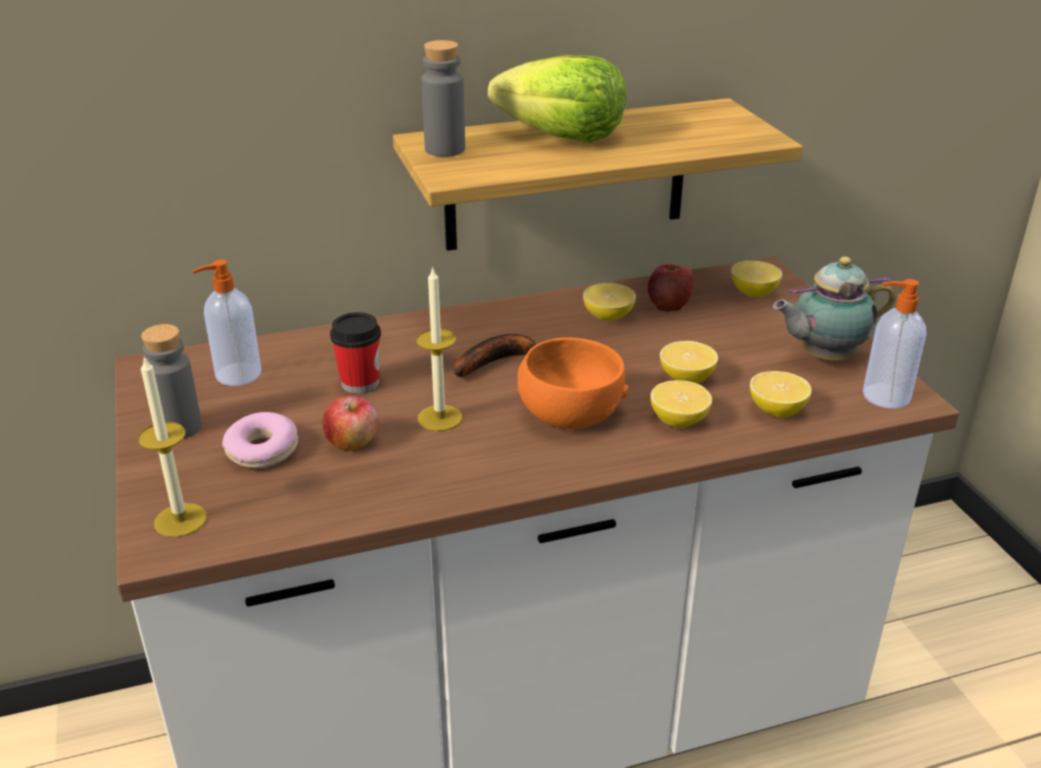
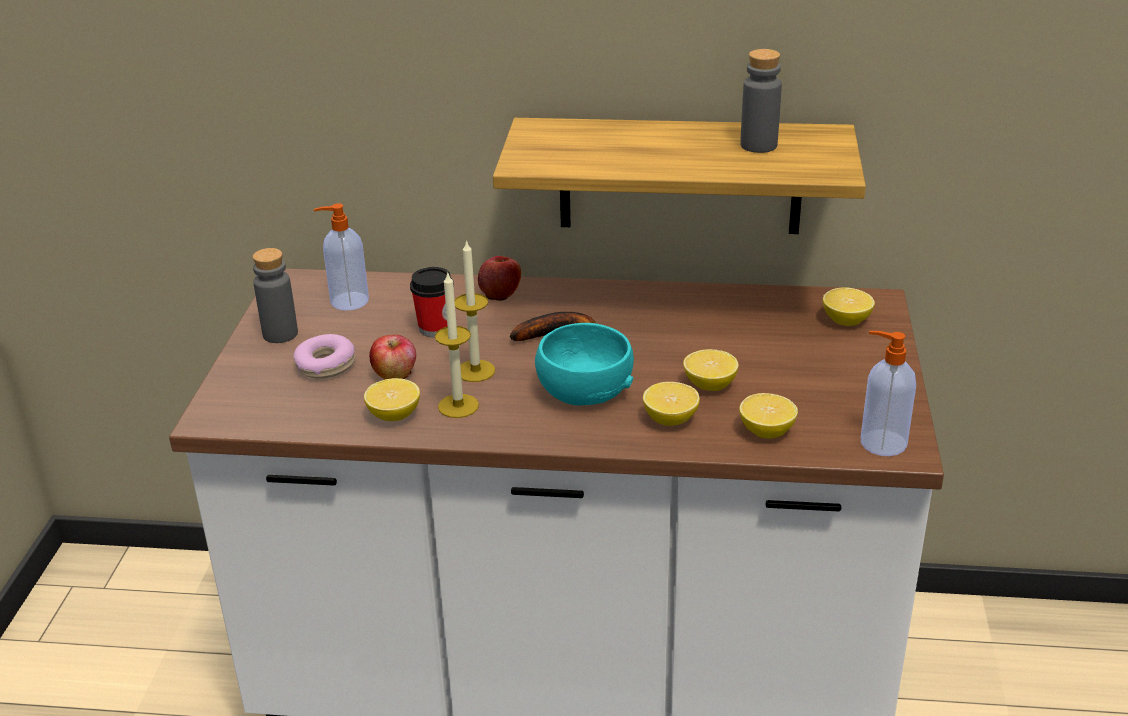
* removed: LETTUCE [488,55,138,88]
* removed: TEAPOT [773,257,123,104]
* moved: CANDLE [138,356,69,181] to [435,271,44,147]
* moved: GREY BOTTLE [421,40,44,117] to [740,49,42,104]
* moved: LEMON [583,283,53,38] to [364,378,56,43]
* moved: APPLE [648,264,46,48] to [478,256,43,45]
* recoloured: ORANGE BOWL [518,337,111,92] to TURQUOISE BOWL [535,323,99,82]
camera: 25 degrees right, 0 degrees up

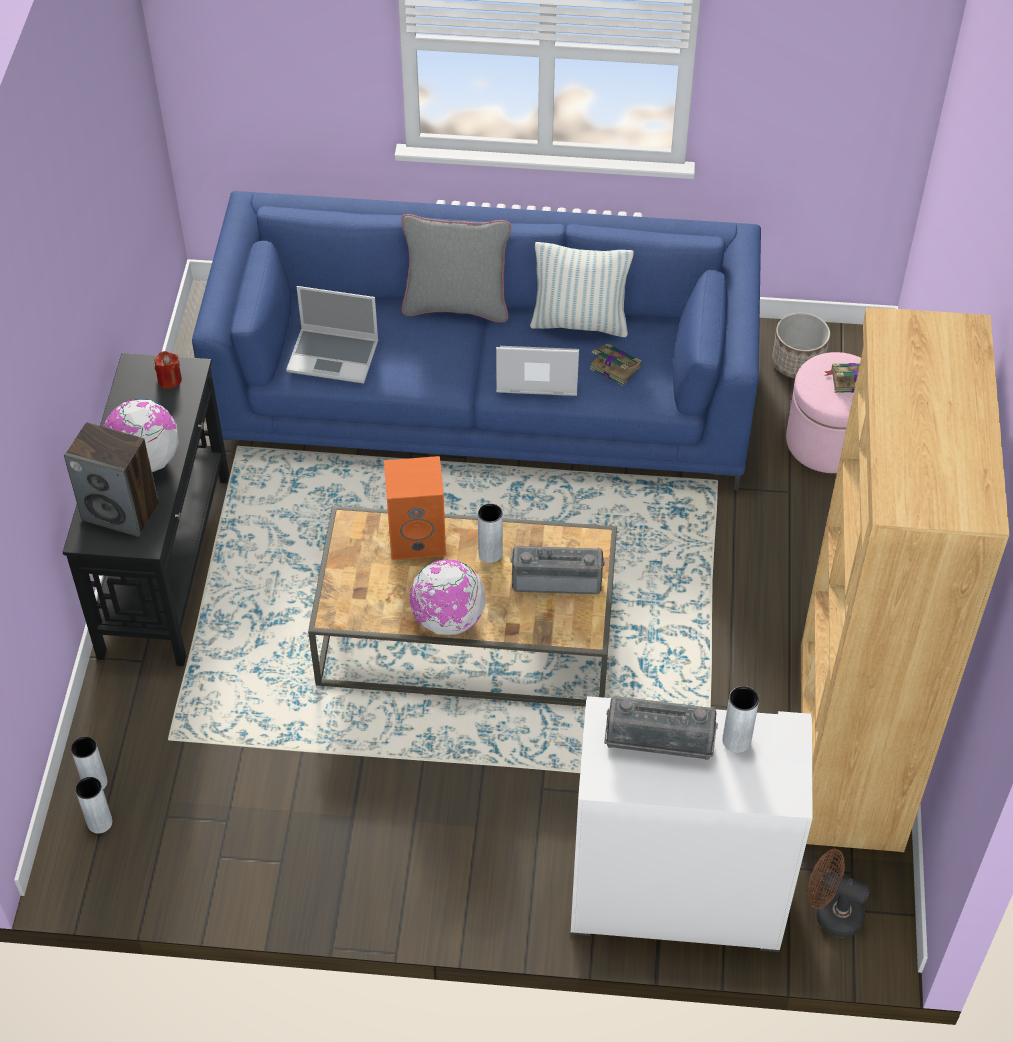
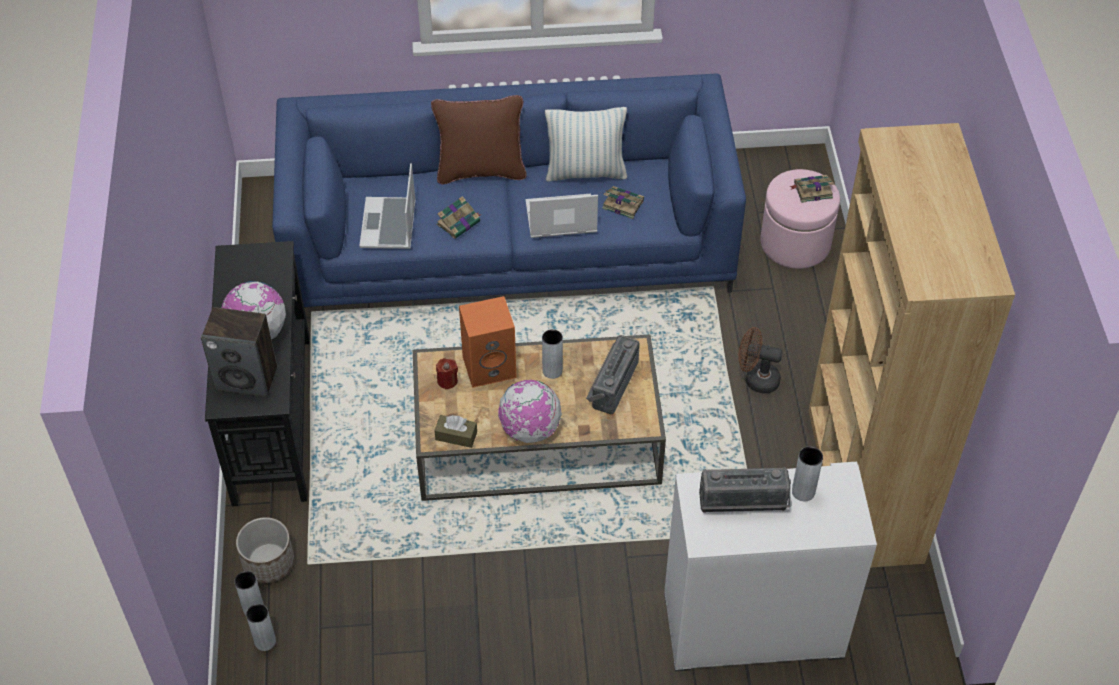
* added: BROWN TISSUE BOX [434,415,43,33]
* added: BOOK [436,196,46,43]
* moved: RED CANDLE [154,351,28,38] to [436,358,22,31]
* moved: PLANTER [772,312,58,66] to [236,517,58,66]
* moved: BROWN FAN [808,849,62,89] to [738,327,45,66]
* recoloured: GREY PILLOW [401,214,110,109] to BROWN PILLOW [431,95,96,89]
* turned: LAPTOP [286,286,93,97] = [359,163,57,86] 90 degrees clockwise
* turned: RADIO [510,545,95,49] = [586,335,54,79] 60 degrees counterclockwise
camera: 10 degrees left, 0 degrees up

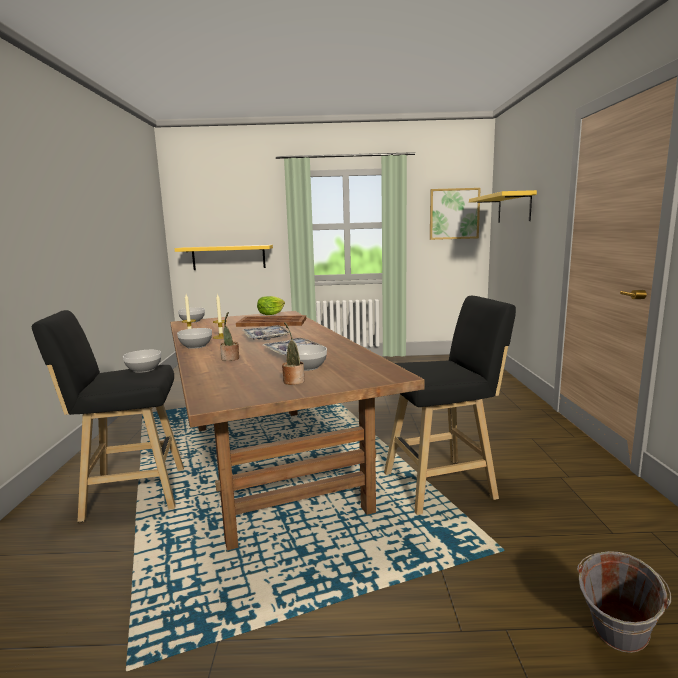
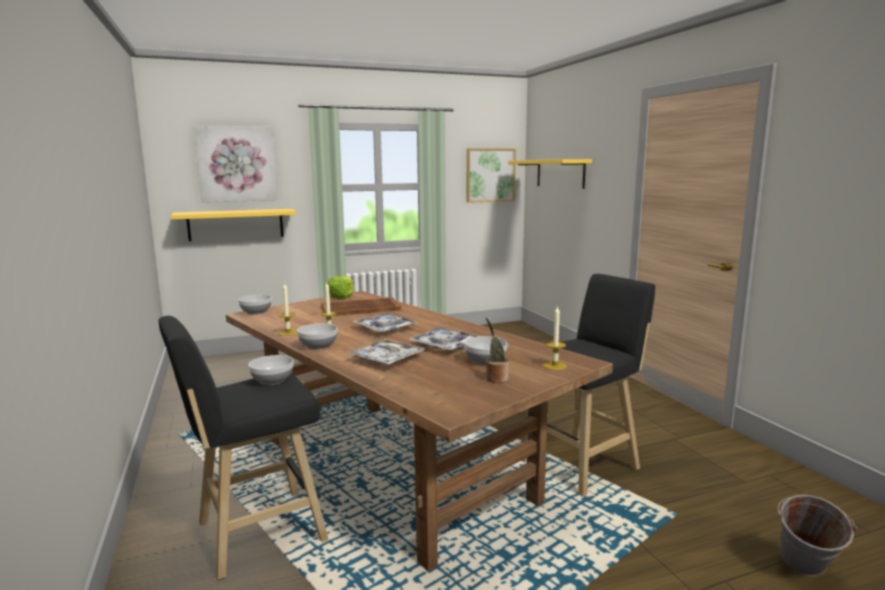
* added: PICTURE [193,125,85,77]
* added: CANDLE [543,305,24,65]
* replaced: POTTED PLANT [220,312,19,49] to TRAY [347,339,78,26]
camera: 20 degrees left, 0 degrees up

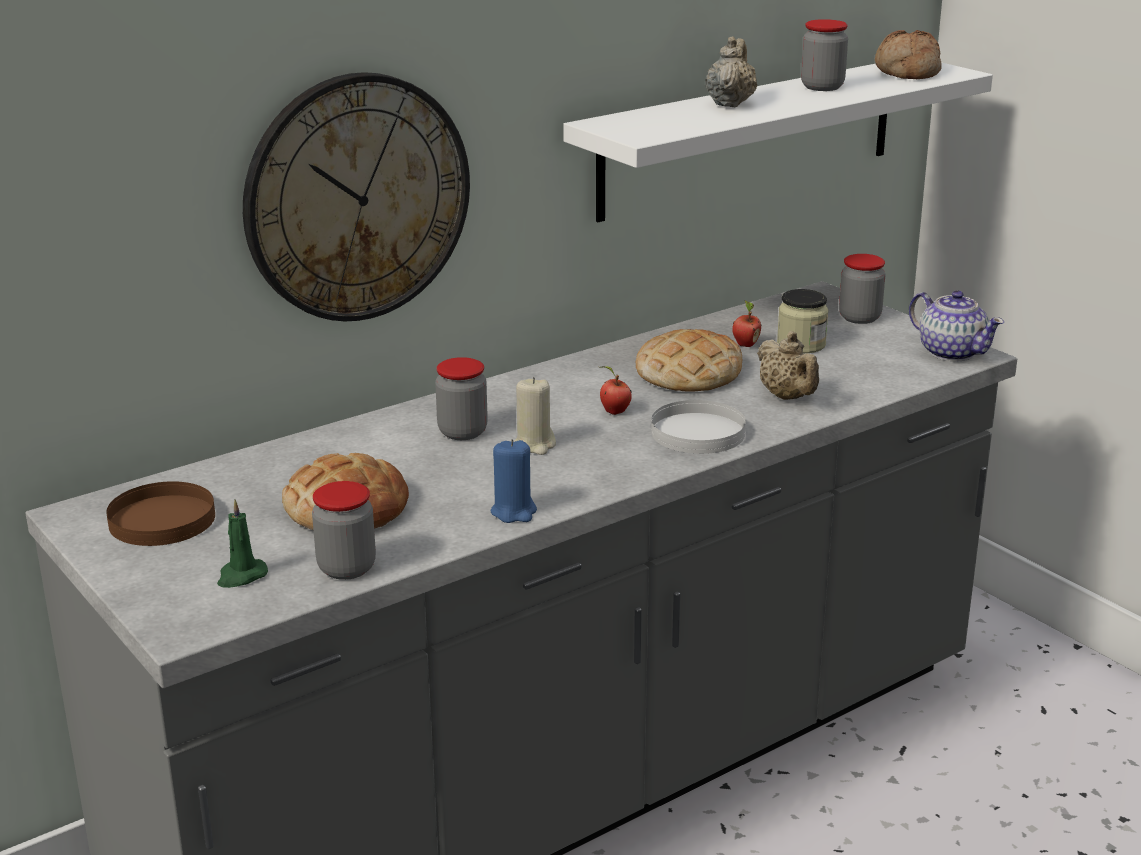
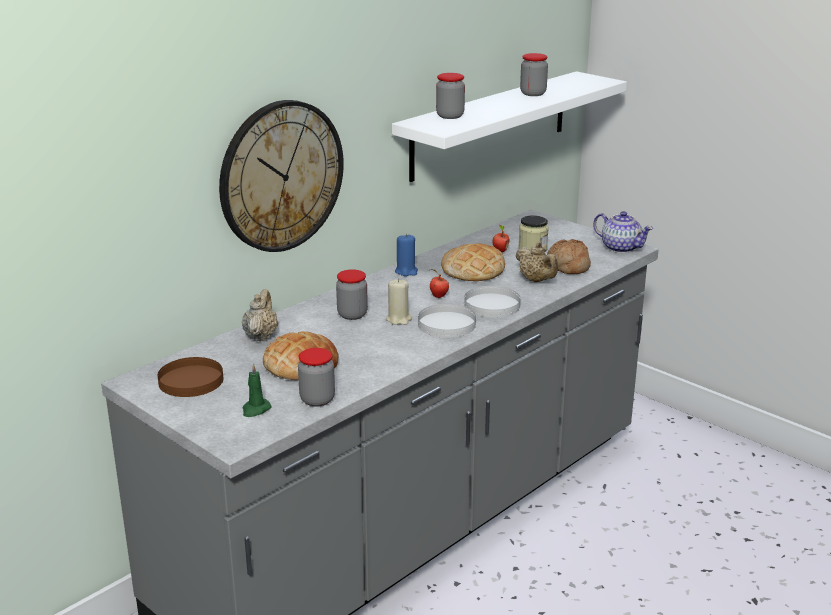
* added: WHITE PLATE [418,304,58,34]
* moved: BLUE CANDLE [491,439,46,84] to [395,234,23,42]
* moved: BEIGE TEAPOT [705,36,52,71] to [242,289,37,52]
* moved: JAR [839,254,46,70] to [436,73,29,46]
* moved: BREAD [875,30,67,49] to [547,239,44,35]
camera: 10 degrees left, 0 degrees up

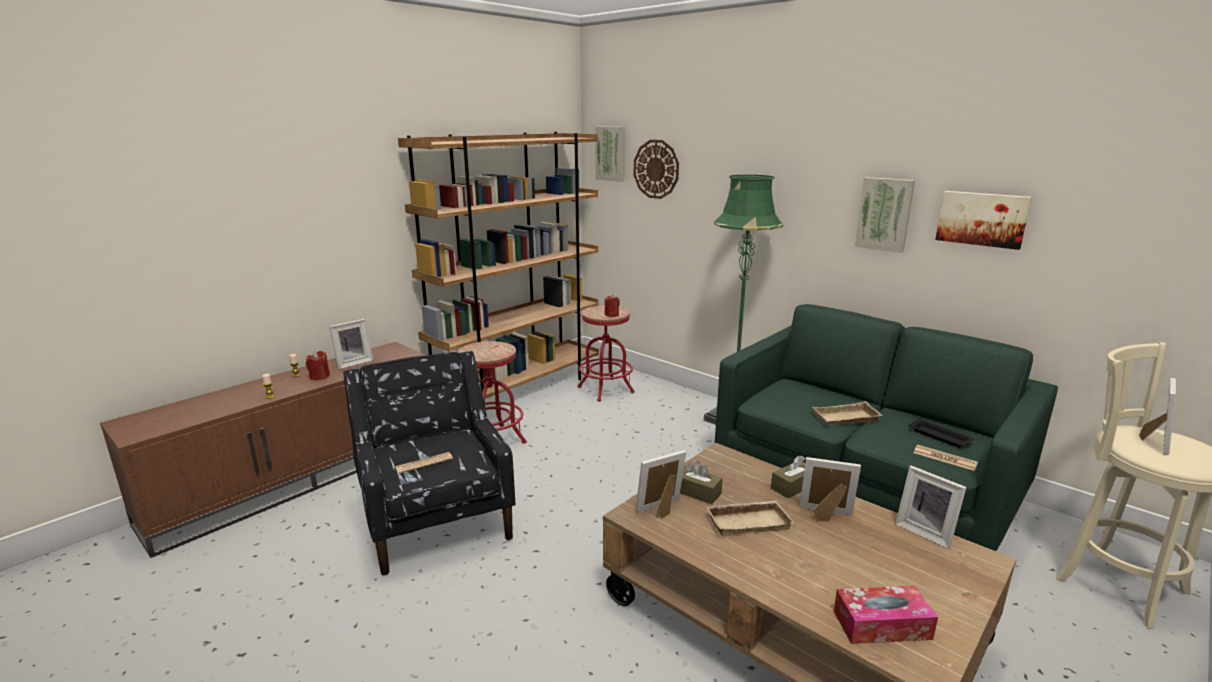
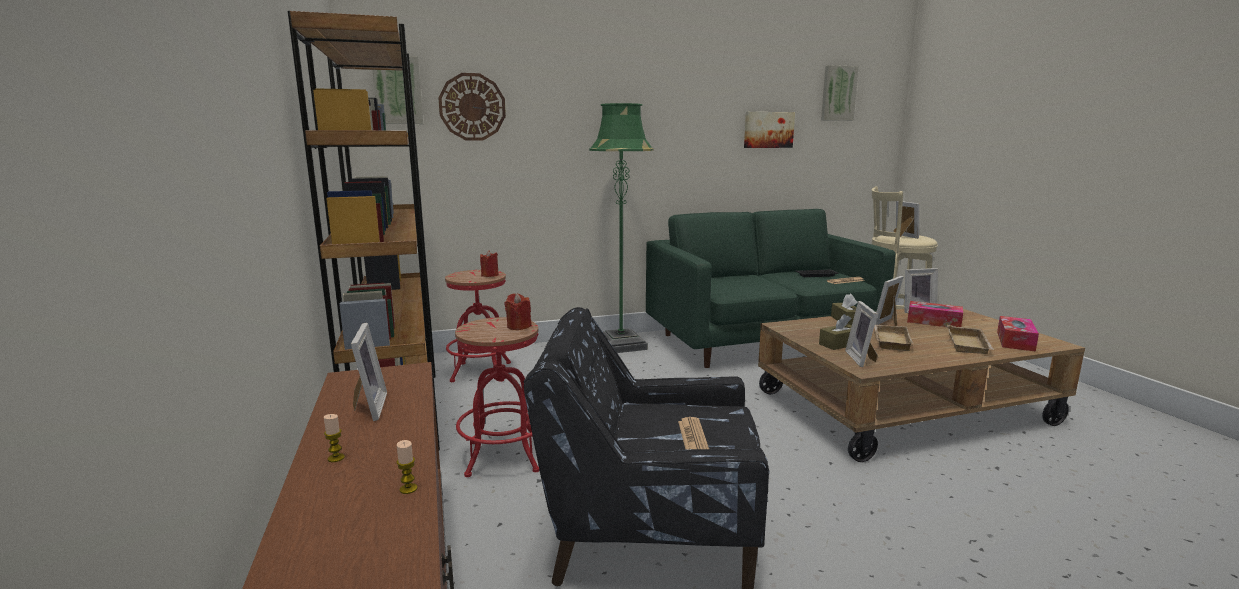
* added: TISSUE BOX [907,301,56,26]
* moved: RED CANDLE [306,351,24,29] to [505,293,27,37]
* moved: BEIGE TRAY [812,401,70,24] to [947,325,47,29]
* moved: PICTURE [855,177,60,76] to [821,65,38,56]
camera: 60 degrees left, 5 degrees down

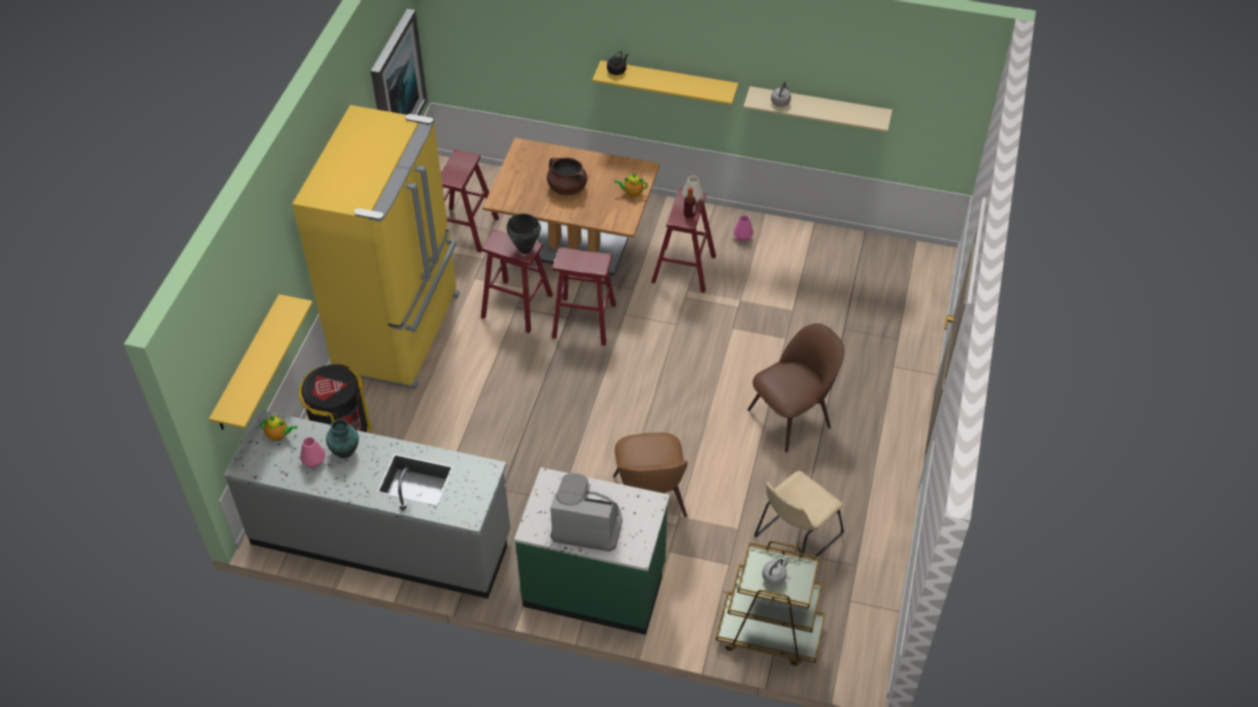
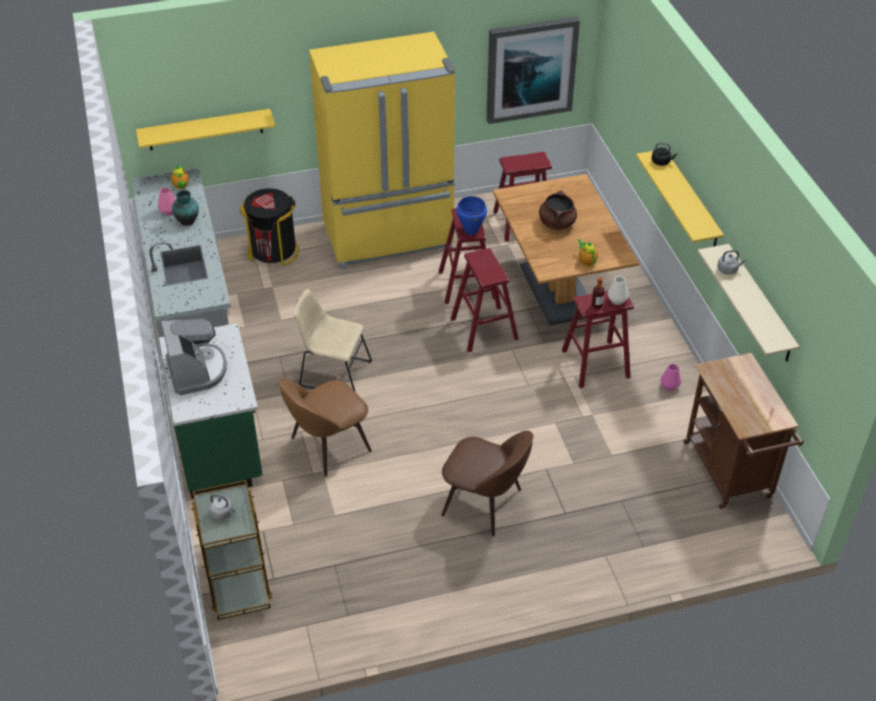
* added: BROWN CART [683,353,121,156]
* moved: BEIGE CHAIR [754,471,90,88] to [293,288,79,103]
* recoloured: BLACK COOKING POT [506,213,35,41] to BLUE COOKING POT [456,196,31,39]
camera: 60 degrees right, 5 degrees down

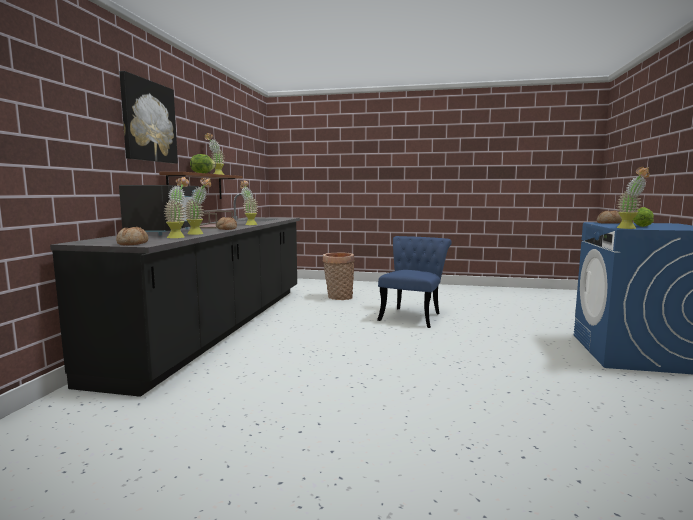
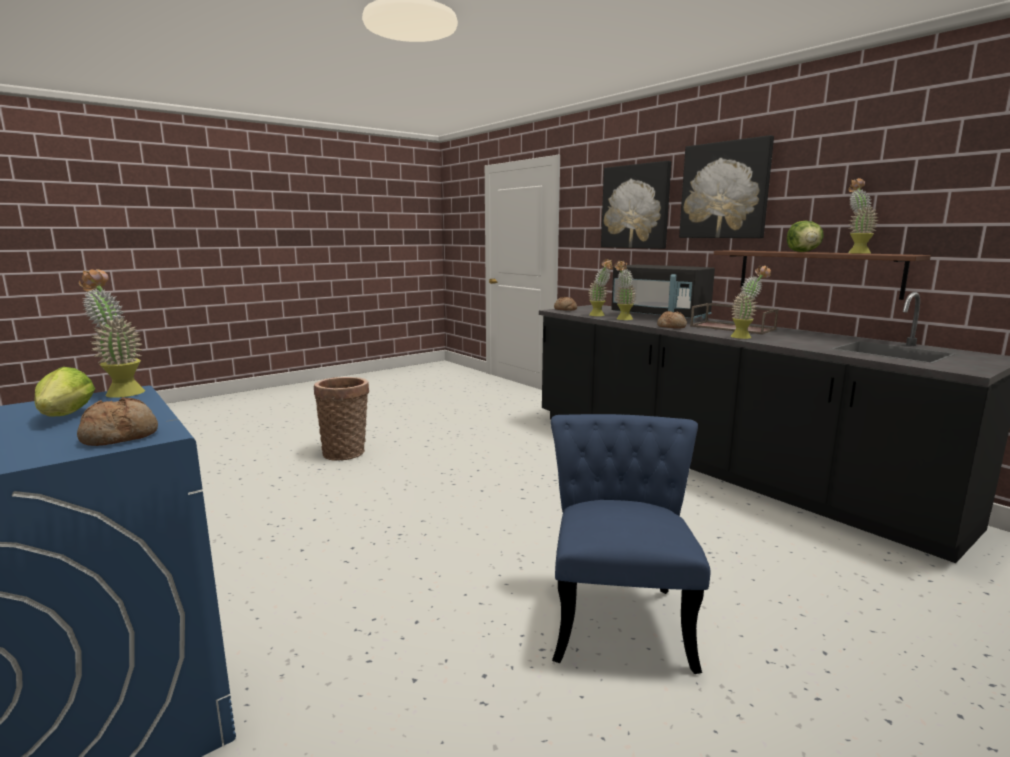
* added: PICTURE [601,161,70,88]
* moved: BASKET [323,252,32,48] to [314,377,55,84]
* turned: BLUE CHAIR [377,236,75,92] = [551,414,160,260] 150 degrees counterclockwise
camera: 130 degrees right, 5 degrees up

